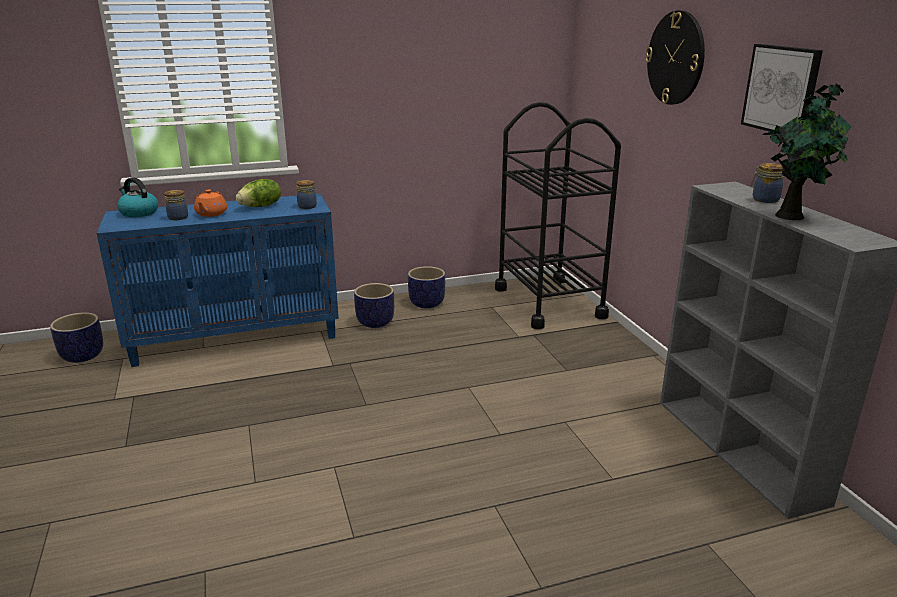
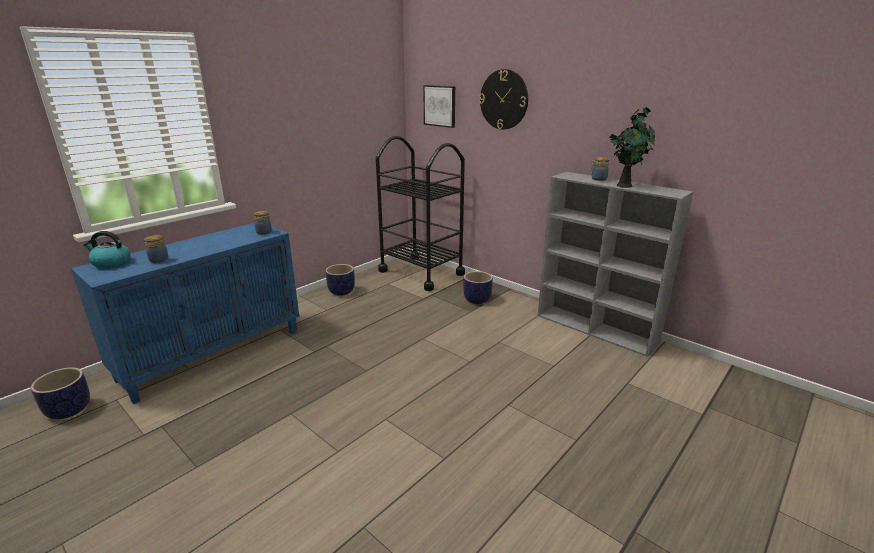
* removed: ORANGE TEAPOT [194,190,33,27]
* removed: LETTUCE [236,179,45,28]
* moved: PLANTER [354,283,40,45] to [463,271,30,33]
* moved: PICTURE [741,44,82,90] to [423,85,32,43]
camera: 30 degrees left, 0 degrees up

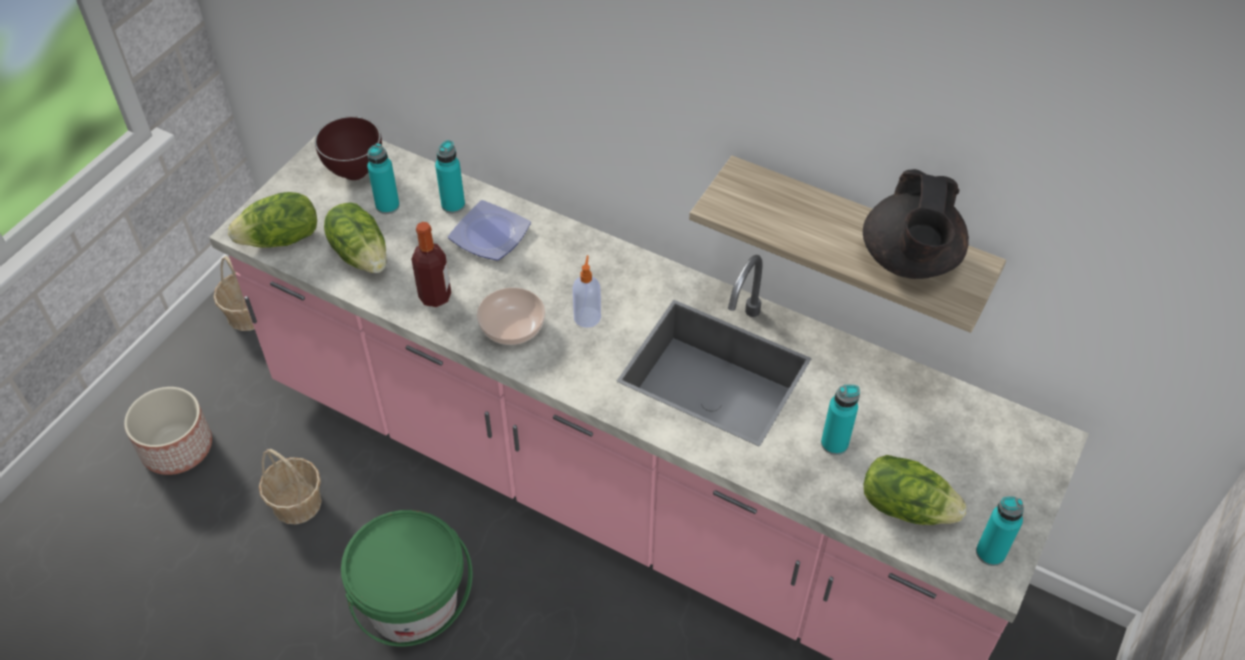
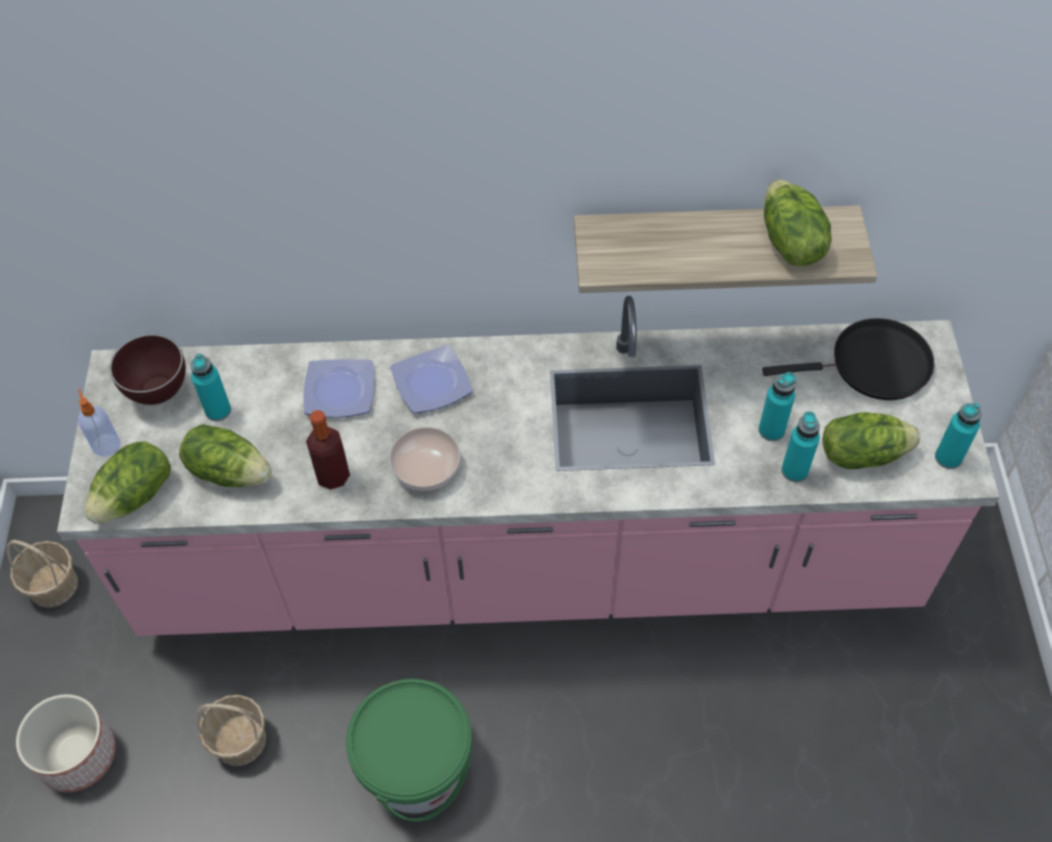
* added: PLATE [391,345,82,69]
* added: BLACK FRYING PAN [762,318,173,82]
* moved: TURQUOISE BOTTLE [435,140,30,73] to [781,412,39,70]
* moved: SOAP DISPENSER [573,255,28,73] to [78,388,42,69]
* replaced: BLACK TEAPOT [863,169,106,110] to LETTUCE [764,180,68,86]
camera: 30 degrees left, 5 degrees up

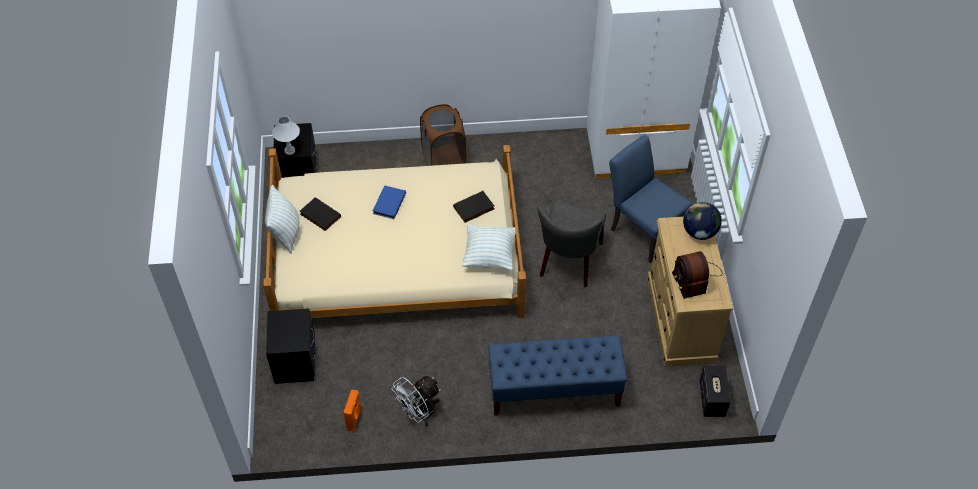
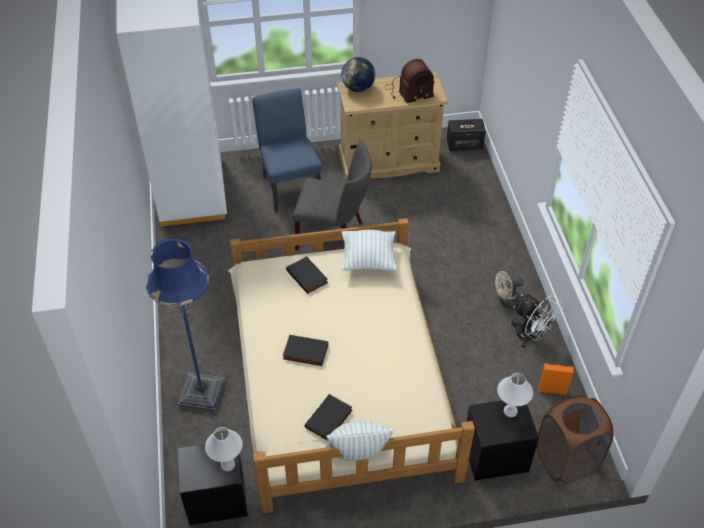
* removed: BLUE BENCH [488,335,139,81]
* added: BLUE FLOOR LAMP [146,238,79,175]
* added: BEIGE FAN [495,271,29,38]
* added: WHITE TABLE LAMP [497,373,36,45]
* moved: BROWN LAUNDRY BASKET [420,104,46,62] to [536,395,77,89]
* recoloured: BLUE BOOK [372,185,34,34] to BLACK BOOK [283,335,45,31]
* turned: BLUE CHAIR [609,135,83,128] = [252,88,70,124] 120 degrees clockwise
camera: 95 degrees left, 5 degrees down

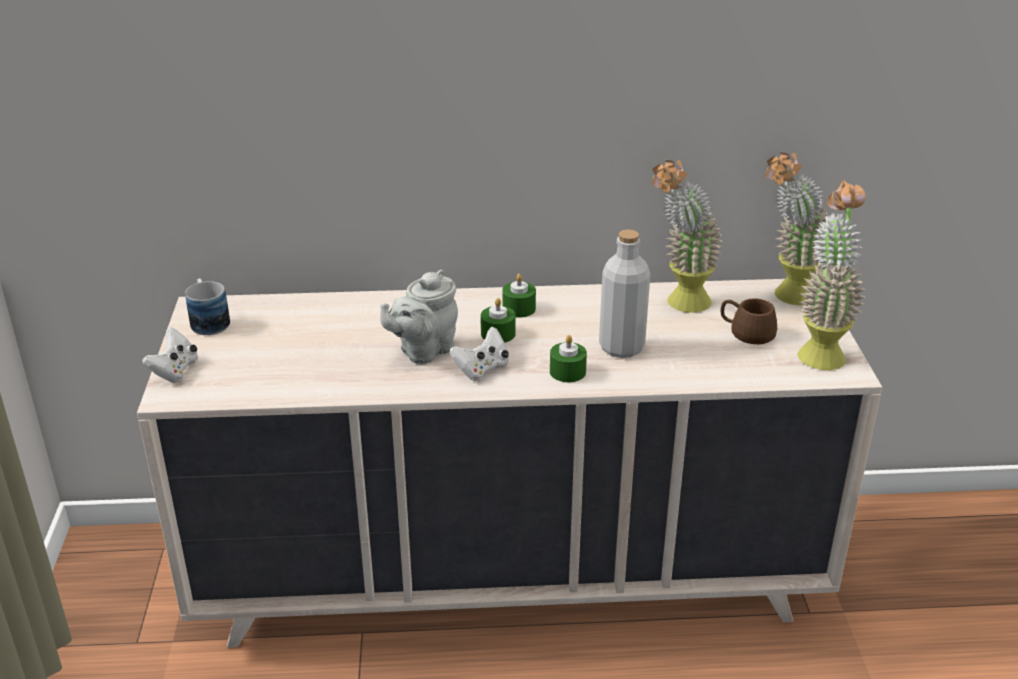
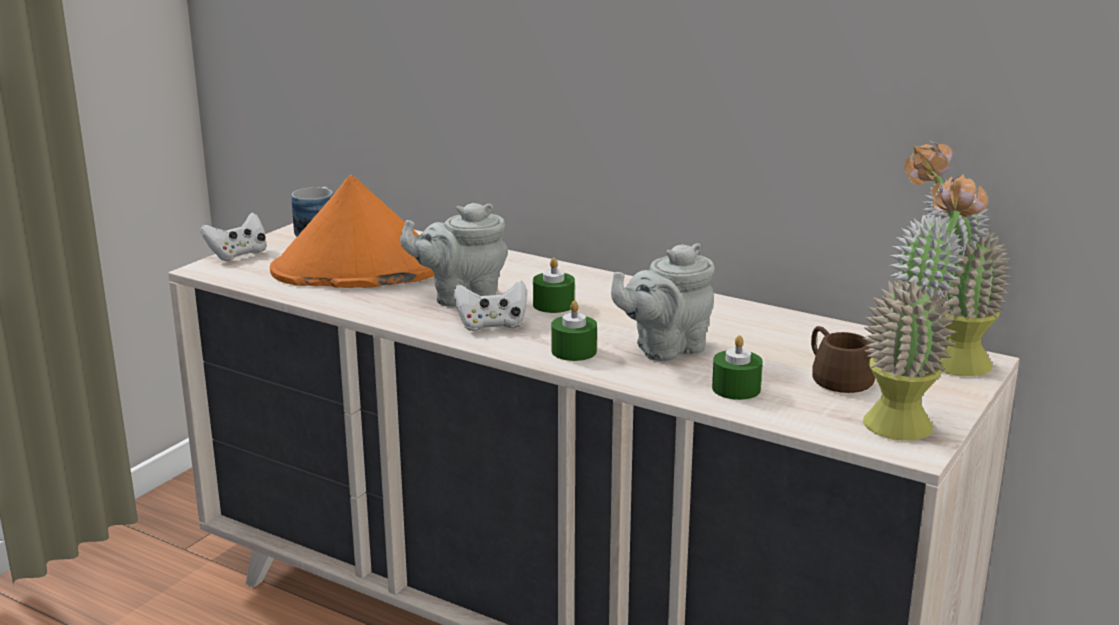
* removed: POTTED PLANT [652,159,71,154]
* added: ORANGE HAT [270,175,164,113]
* moved: GREEN CANDLE [502,274,34,44] to [712,335,51,65]
* replaced: GREY BOTTLE [599,229,51,129] to GREY TEAPOT [611,243,104,118]
camera: 35 degrees right, 10 degrees down

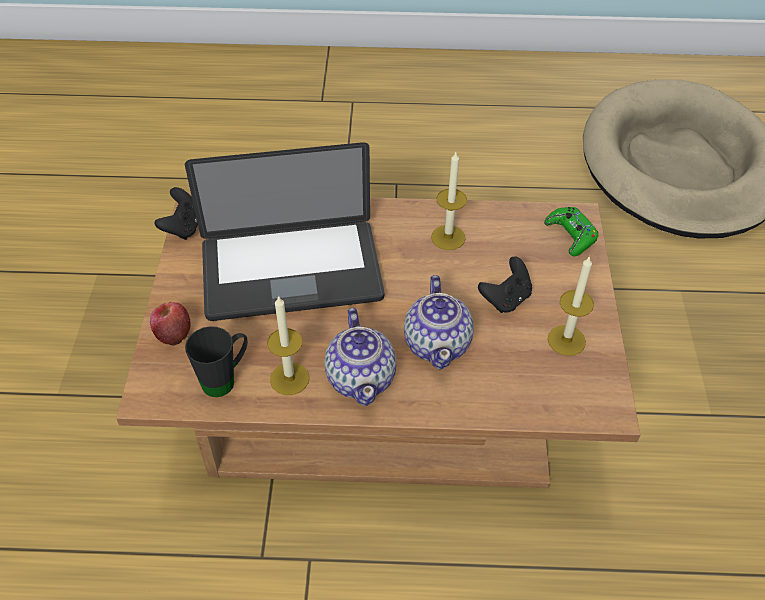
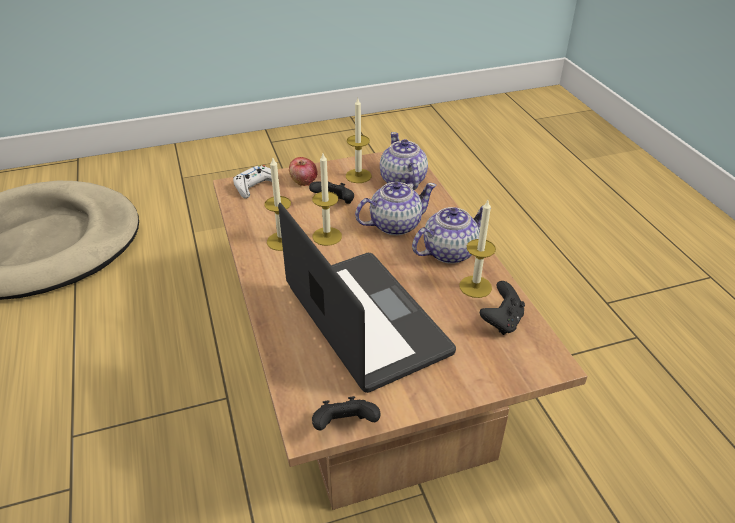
* added: CANDLE [312,153,30,93]
* added: TEAPOT [380,132,48,58]
* moved: APPLE [150,302,41,44] to [289,157,28,29]
* replaced: BLACK MUG [185,326,63,71] to BLACK GAME CONTROLLER [480,281,45,54]
* recoloured: GREEN GAME CONTROLLER [544,207,54,49] to WHITE GAME CONTROLLER [233,165,39,34]
camera: 110 degrees left, 10 degrees down

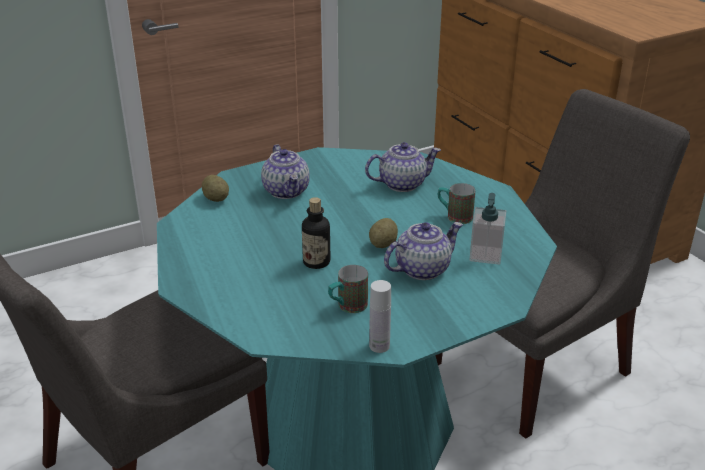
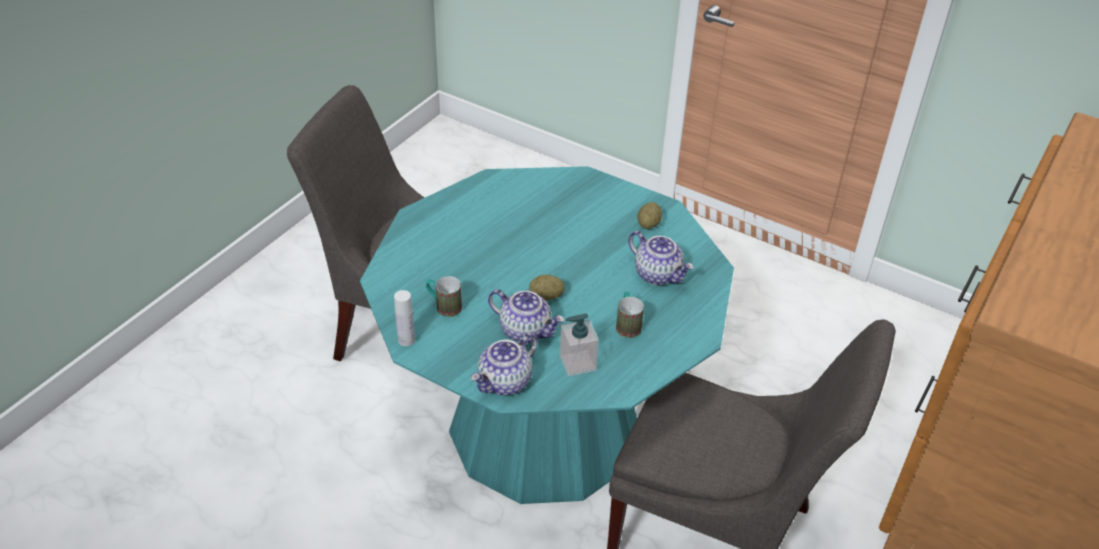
* removed: BOTTLE [302,197,28,72]
* moved: POTATO [202,175,27,27] to [637,202,25,27]
* moved: TEAPOT [261,144,49,55] to [471,333,66,62]
camera: 60 degrees right, 10 degrees up

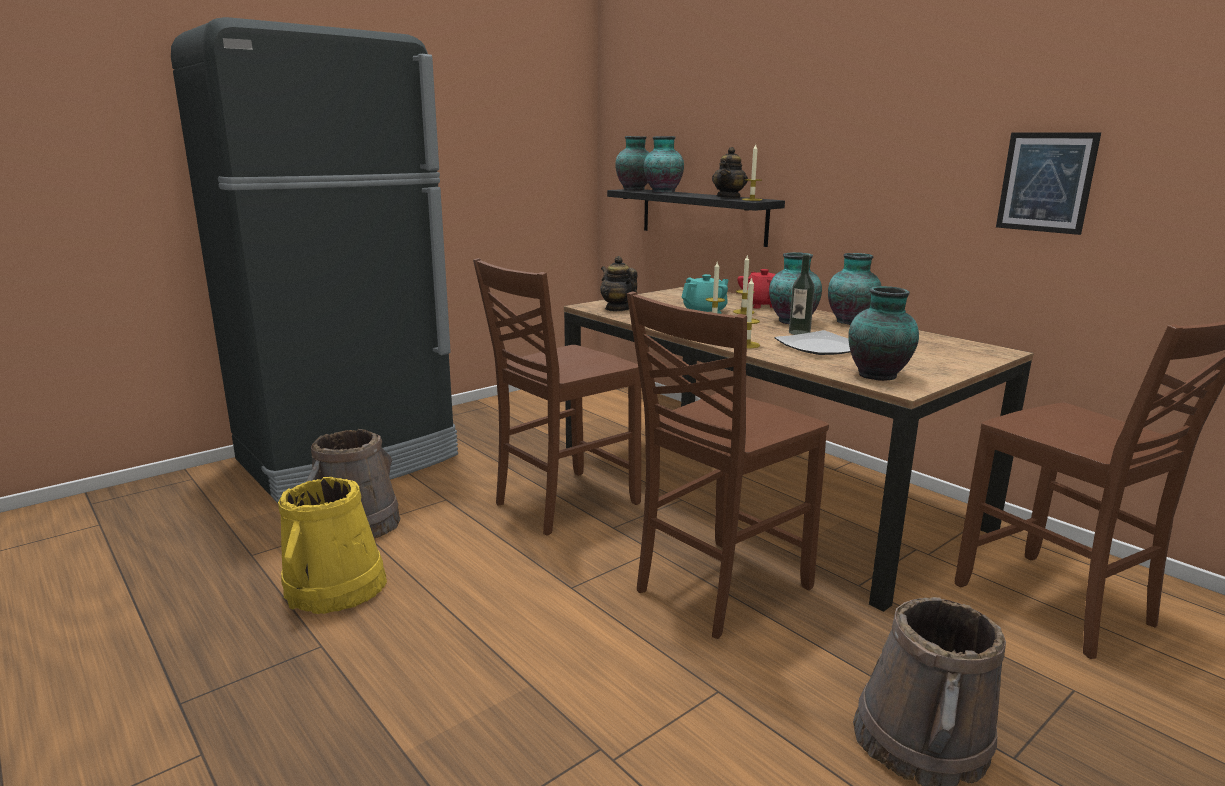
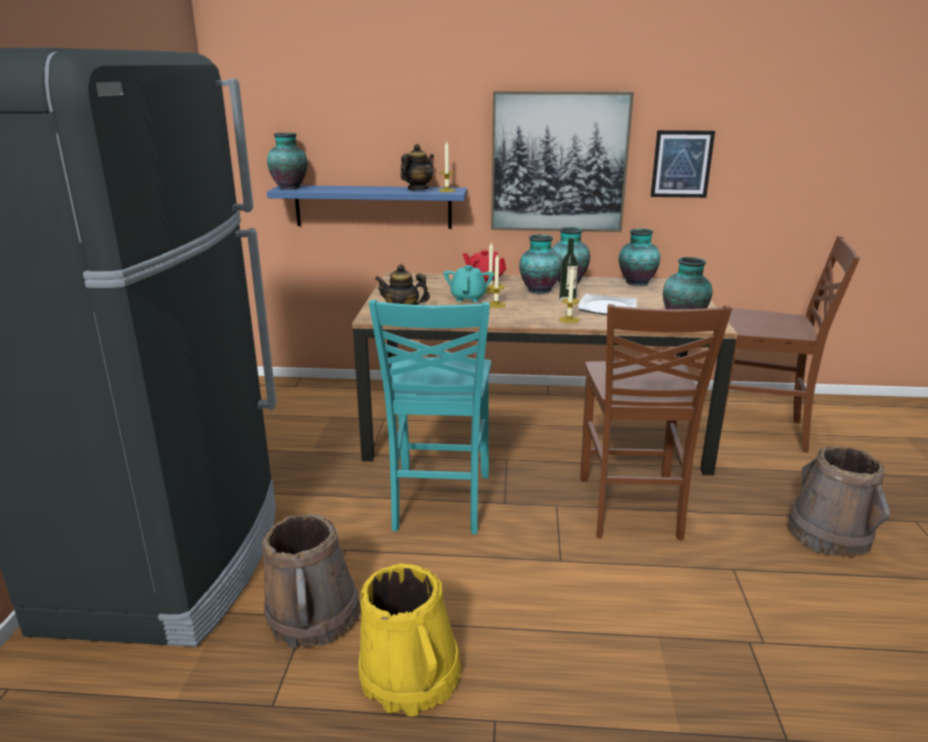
* added: PICTURE [491,91,143,141]
* moved: VASE [644,136,40,57] to [619,228,41,58]
* recoloured: BROWN CHAIR [473,258,168,278] to TURQUOISE CHAIR [369,300,122,235]
* recoloured: BLACK SHELF [607,189,178,58] to BLUE SHELF [267,185,200,44]
* turned: TEAPOT [712,147,36,51] = [400,144,34,46] 120 degrees counterclockwise
camera: 45 degrees left, 5 degrees up

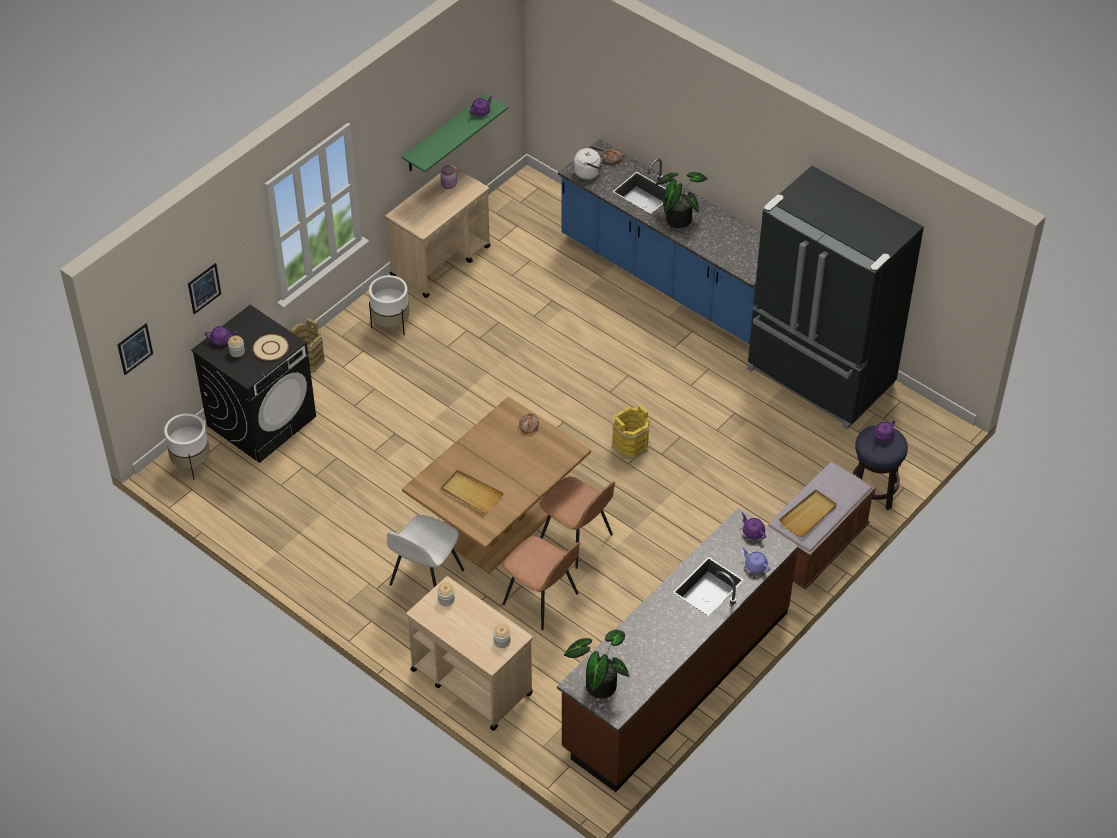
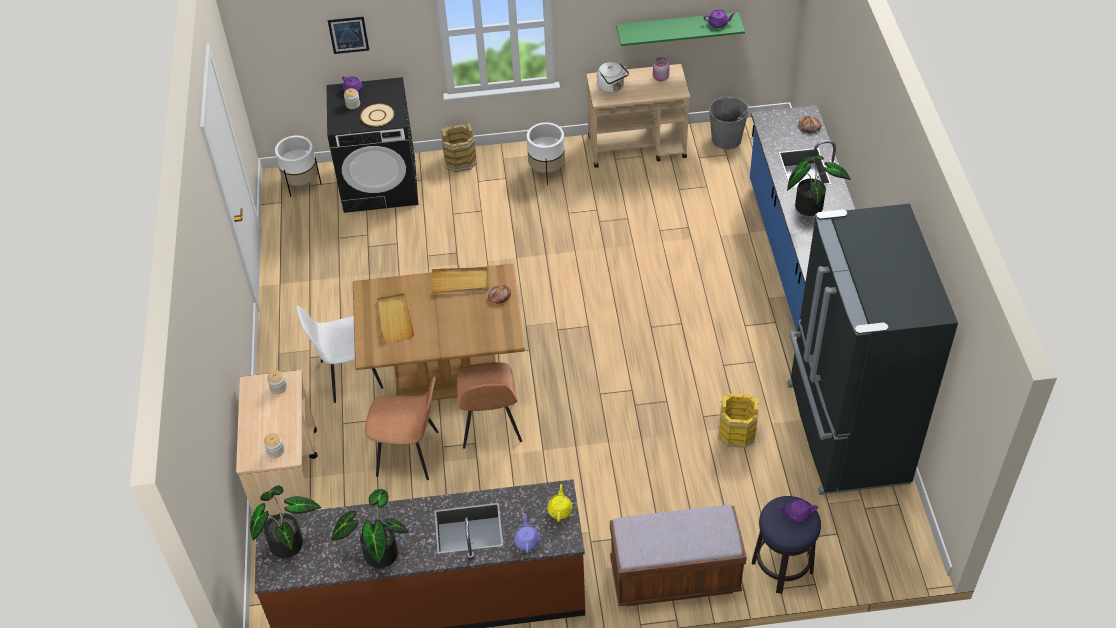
* removed: PICTURE [117,323,36,52]
* added: POTTED PLANT [331,489,78,79]
* added: GREY BUCKET [709,97,40,53]
* moved: WHITE KETTLE [574,146,31,33] to [597,62,32,31]
* moved: YELLOW BUCKET [612,404,39,55] to [718,393,41,56]
* moved: BEIGE TRAY [779,490,58,47] to [431,267,58,26]
* recoloured: PURPLE TEAPOT [742,512,24,27] to YELLOW TEAPOT [547,484,26,38]
* turned: BROWN CHAIR [503,536,77,94] = [365,376,73,104] 75 degrees counterclockwise
camera: 45 degrees right, 0 degrees up

